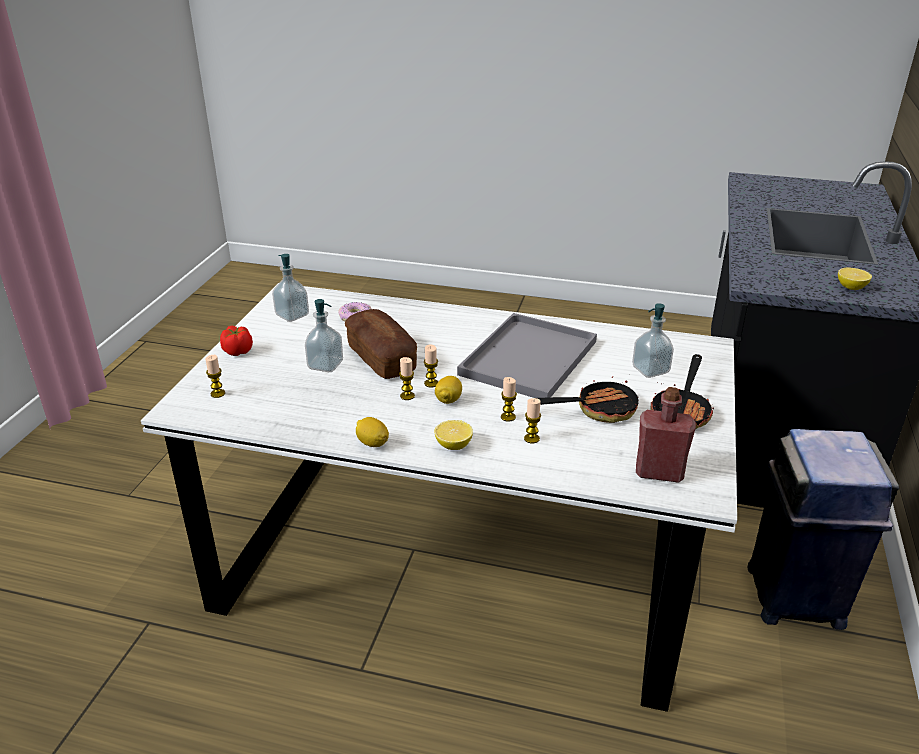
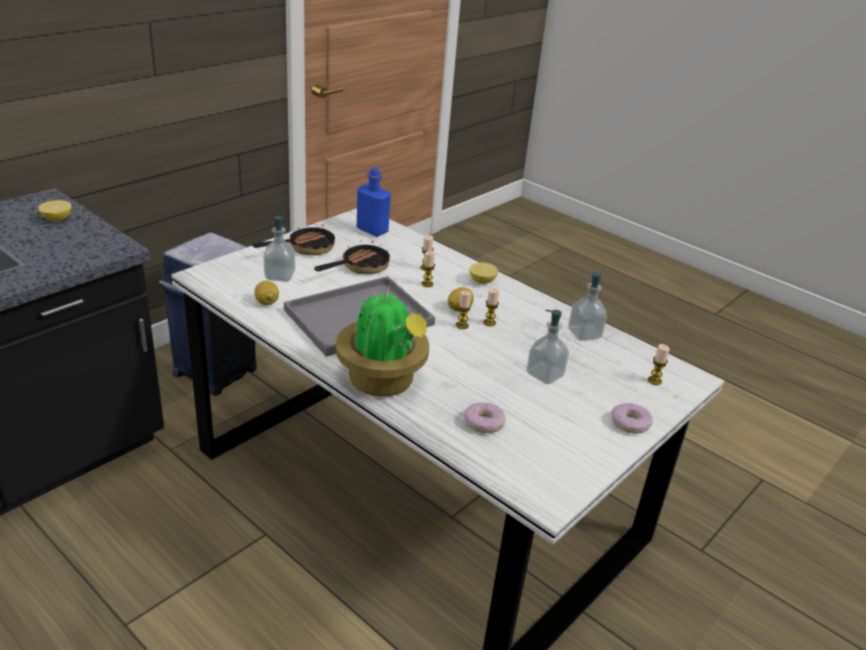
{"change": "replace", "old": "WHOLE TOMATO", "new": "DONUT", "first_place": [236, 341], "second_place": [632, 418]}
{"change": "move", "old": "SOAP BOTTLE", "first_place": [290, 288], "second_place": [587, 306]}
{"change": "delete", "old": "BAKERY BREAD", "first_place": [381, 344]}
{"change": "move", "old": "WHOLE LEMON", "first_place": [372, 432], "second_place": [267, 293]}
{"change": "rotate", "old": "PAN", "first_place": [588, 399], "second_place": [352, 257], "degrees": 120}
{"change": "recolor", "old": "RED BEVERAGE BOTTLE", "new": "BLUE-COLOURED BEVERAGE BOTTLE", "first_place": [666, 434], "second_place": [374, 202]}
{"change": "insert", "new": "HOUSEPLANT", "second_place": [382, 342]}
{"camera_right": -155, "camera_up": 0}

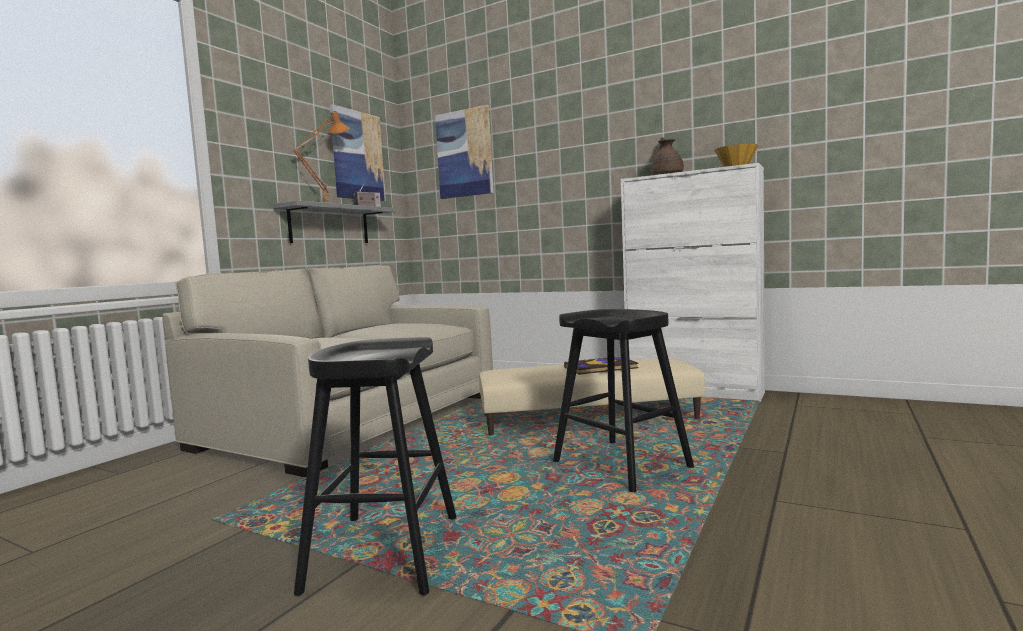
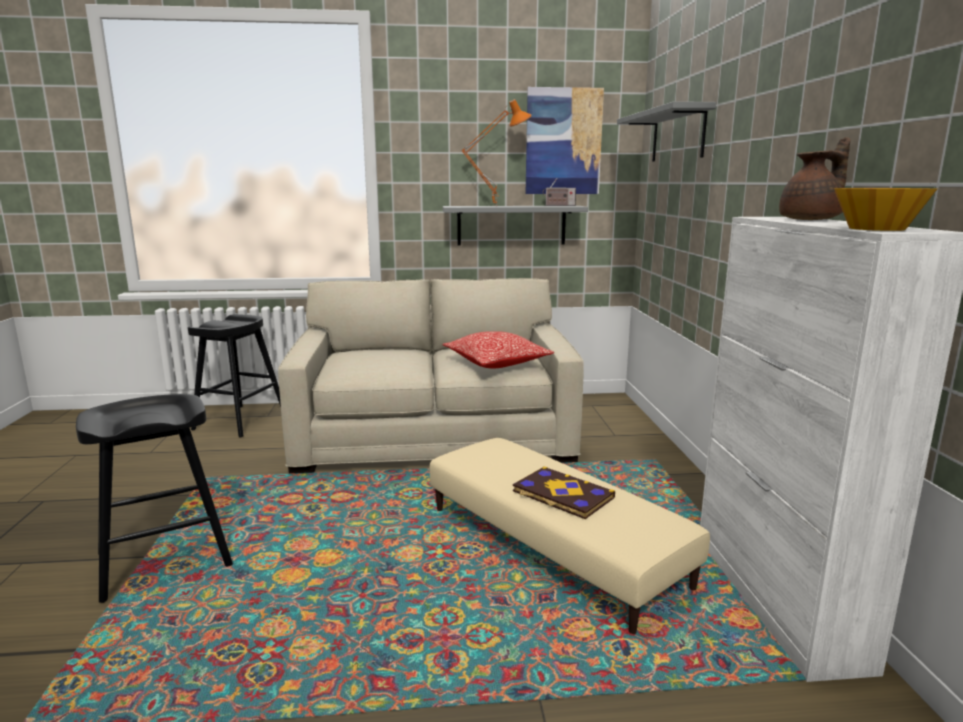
{"change": "replace", "old": "WALL PICTURE", "new": "GREY SHELF", "first_place": [464, 152], "second_place": [666, 131]}
{"change": "move", "old": "BLACKISH STOOL", "first_place": [623, 400], "second_place": [234, 376]}
{"change": "insert", "new": "THROW PILLOW", "second_place": [498, 349]}
{"camera_right": 55, "camera_up": 10}

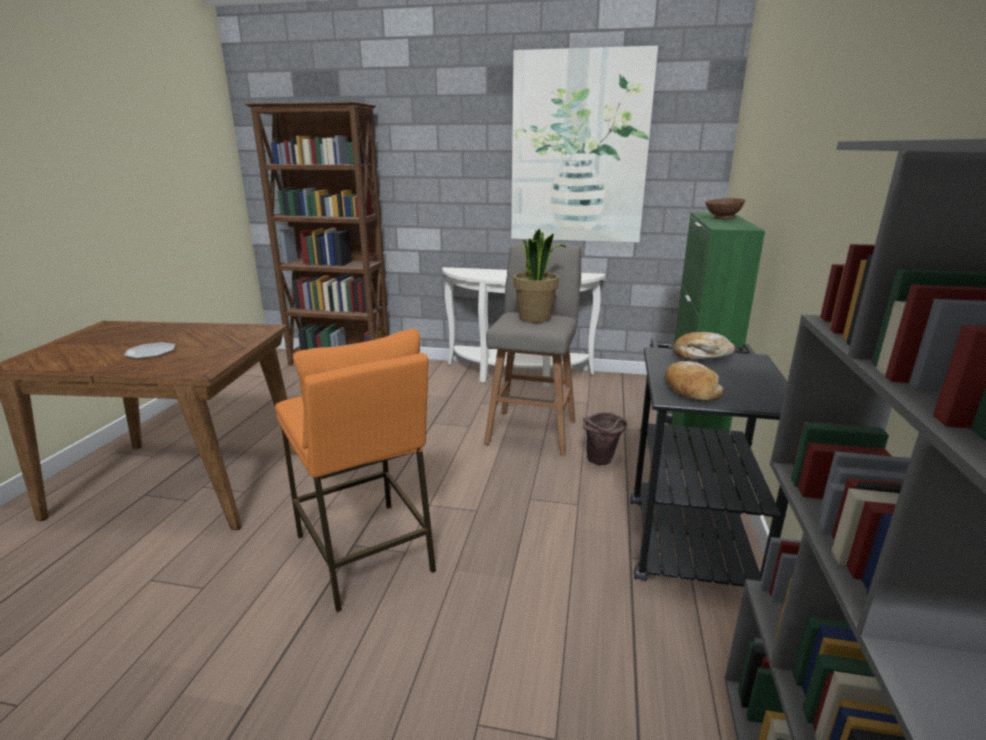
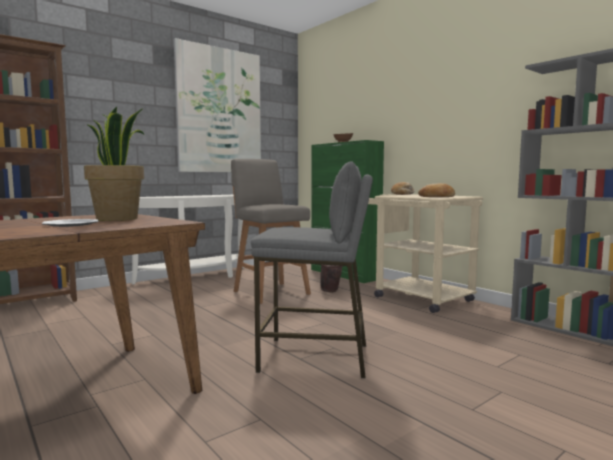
{"change": "recolor", "old": "ORANGEY STOOL", "new": "GREY STOOL", "first_place": [355, 471], "second_place": [312, 269]}
{"change": "move", "old": "HOUSEPLANT", "first_place": [540, 275], "second_place": [114, 164]}
{"change": "recolor", "old": "BLACKISH TROLLEY", "new": "BEIGE TROLLEY", "first_place": [709, 462], "second_place": [425, 253]}
{"camera_right": -50, "camera_up": -15}

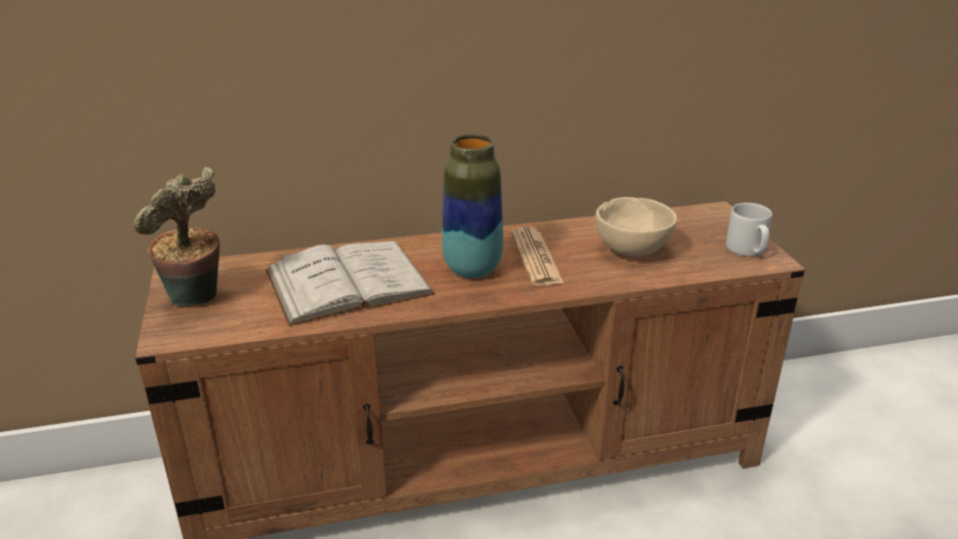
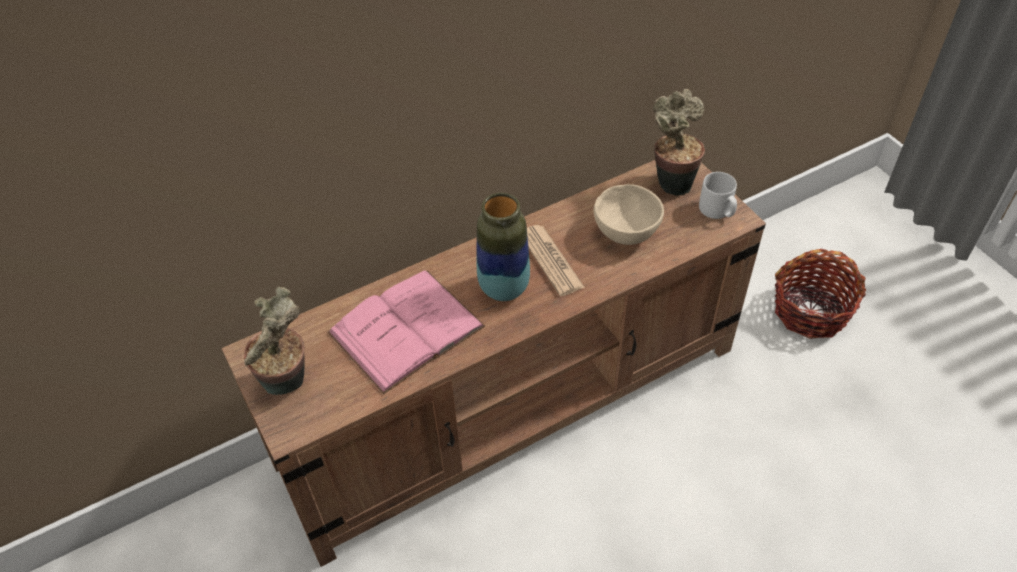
{"change": "recolor", "old": "WHITE-COLOURED BOUND BOOK", "new": "PINKISH BOUND BOOK", "first_place": [350, 283], "second_place": [406, 332]}
{"change": "insert", "new": "HOUSEPLANT", "second_place": [679, 142]}
{"change": "insert", "new": "BASKET", "second_place": [820, 294]}
{"camera_right": -15, "camera_up": 20}

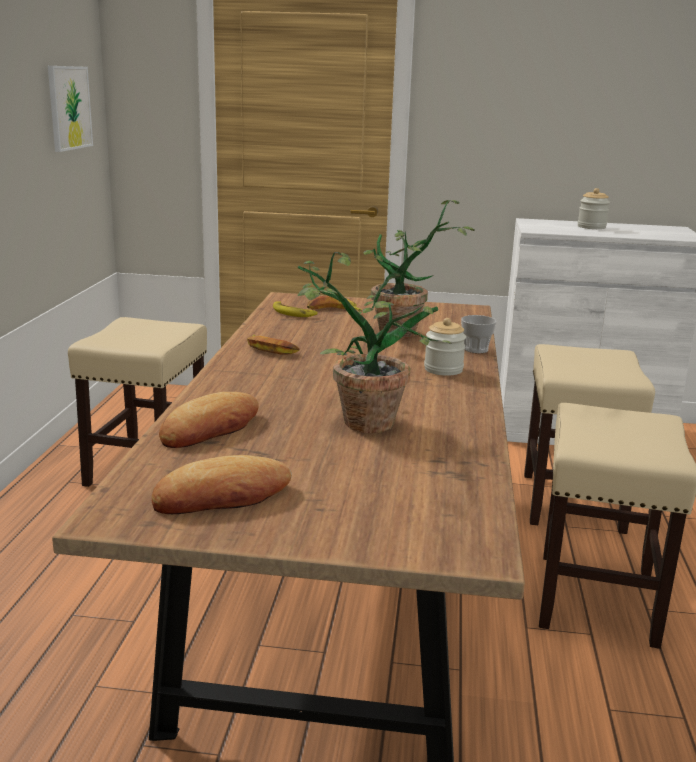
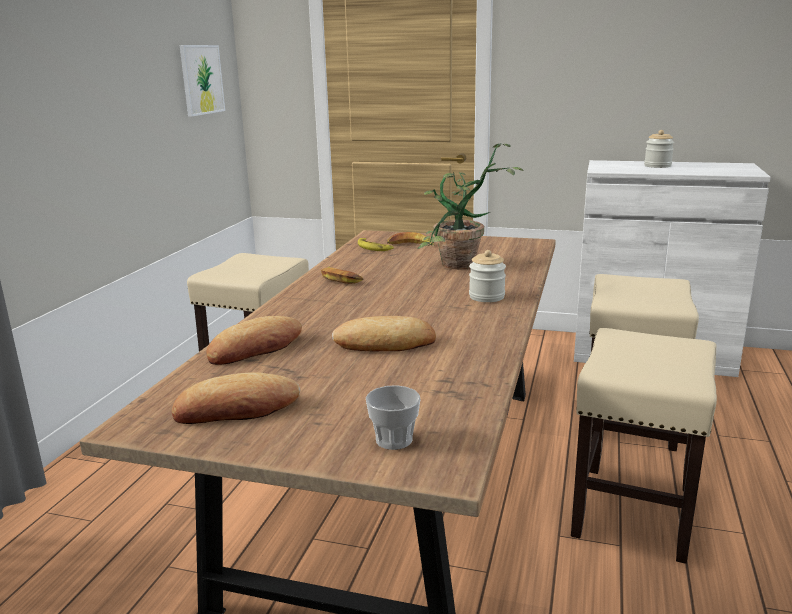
{"change": "replace", "old": "HOUSEPLANT", "new": "BAKERY BREAD", "first_place": [375, 342], "second_place": [384, 333]}
{"change": "move", "old": "CUP", "first_place": [479, 334], "second_place": [393, 417]}
{"camera_right": 10, "camera_up": 0}

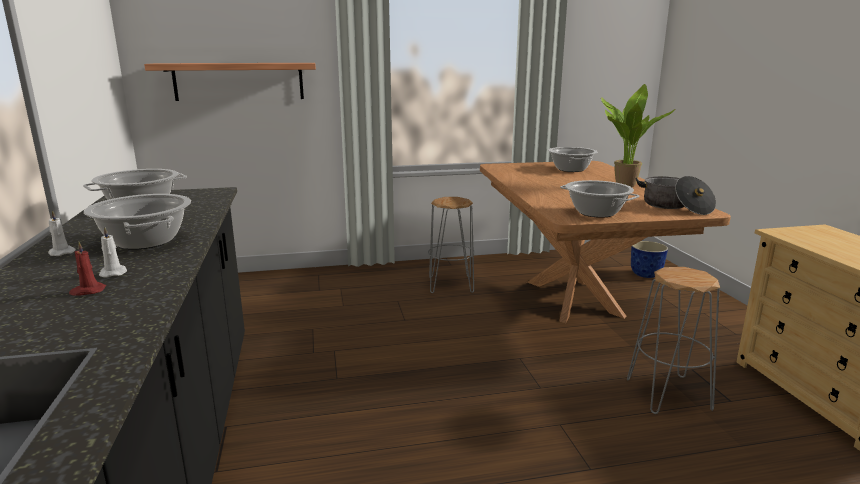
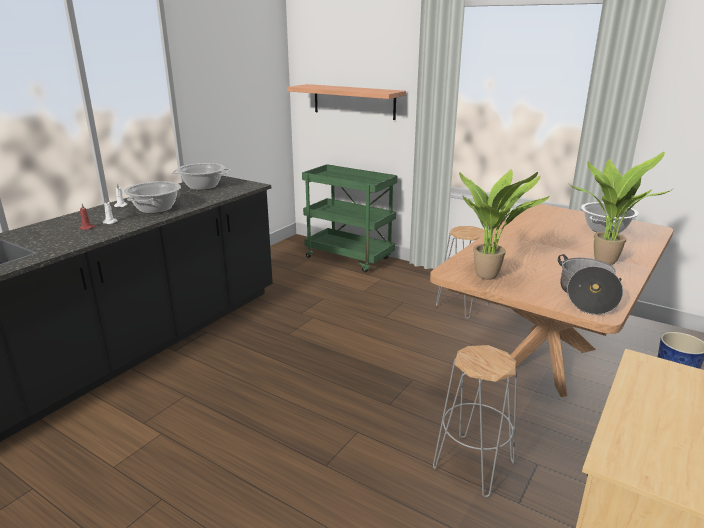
{"change": "replace", "old": "COOKING POT", "new": "HOUSEPLANT", "first_place": [600, 199], "second_place": [504, 224]}
{"change": "insert", "new": "GREEN-COLOURED TROLLEY", "second_place": [349, 218]}
{"camera_right": 45, "camera_up": 5}

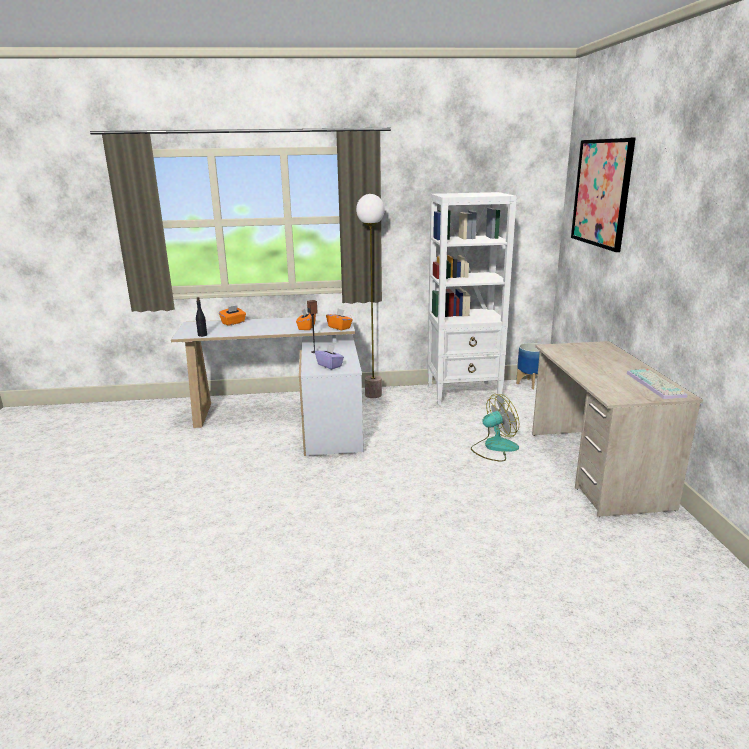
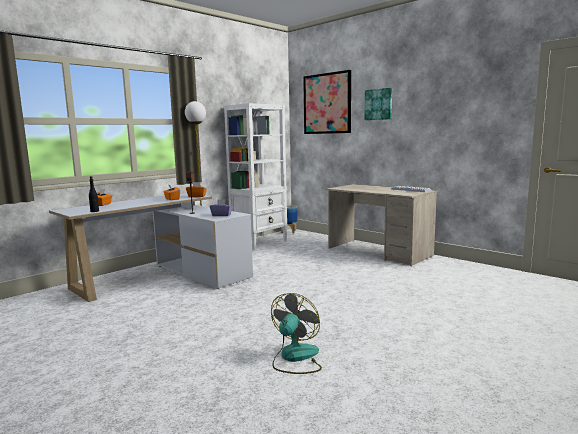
{"change": "move", "old": "ELECTRIC FAN", "first_place": [495, 428], "second_place": [296, 333]}
{"change": "insert", "new": "WALL PICTURE", "second_place": [378, 104]}
{"camera_right": -40, "camera_up": -10}

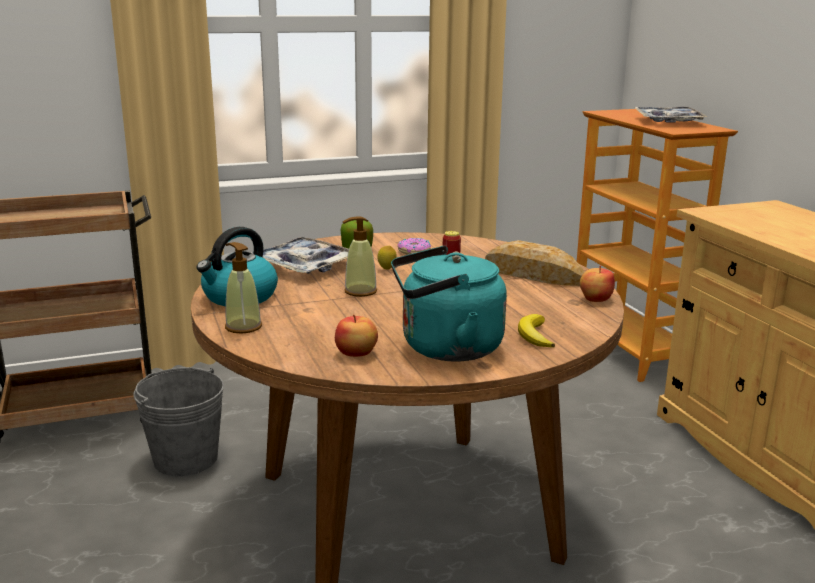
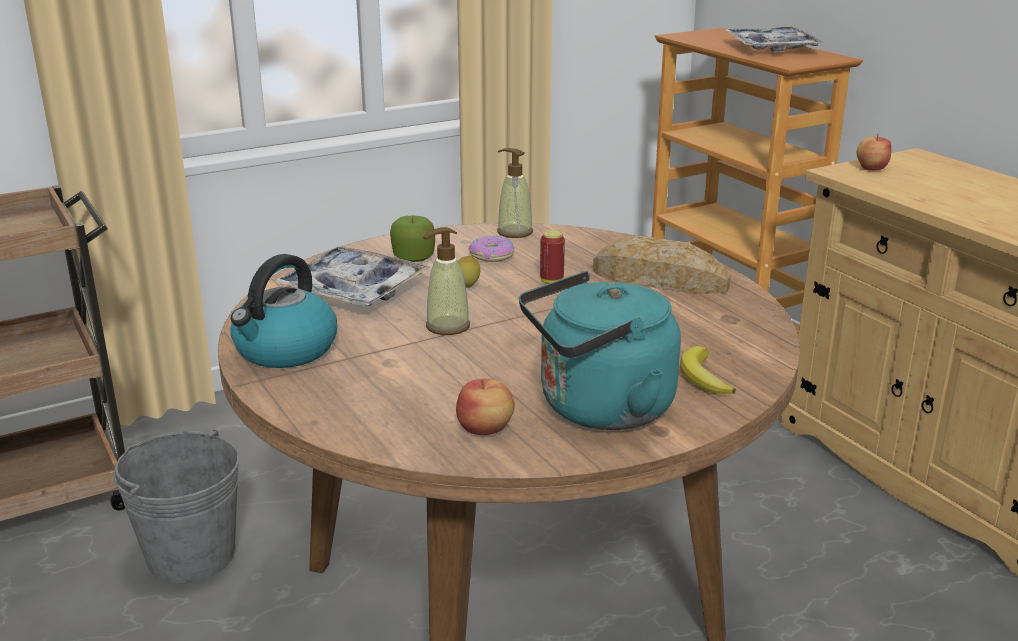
{"change": "move", "old": "SOAP BOTTLE", "first_place": [243, 287], "second_place": [515, 193]}
{"change": "move", "old": "APPLE FRUIT", "first_place": [597, 283], "second_place": [873, 152]}
{"camera_right": -10, "camera_up": 5}

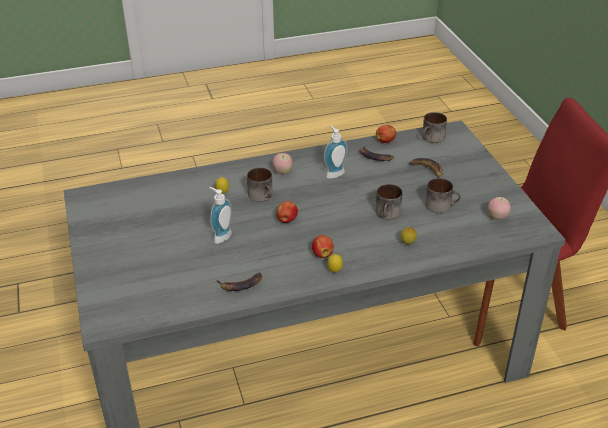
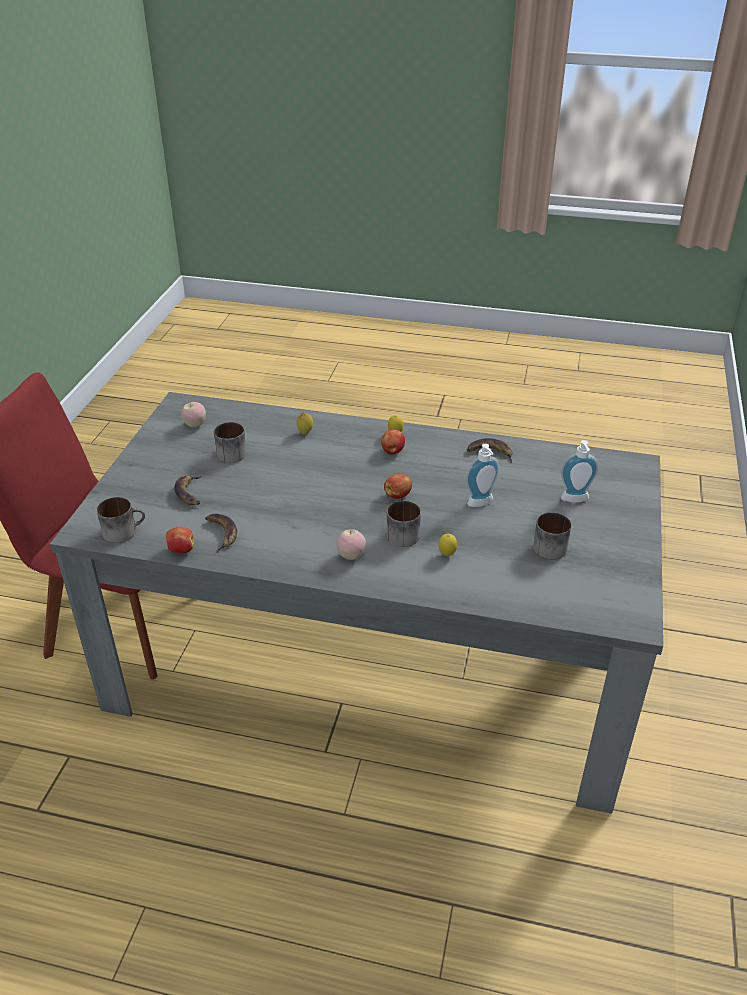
{"change": "move", "old": "SOAP BOTTLE", "first_place": [336, 152], "second_place": [579, 471]}
{"change": "move", "old": "TEA MUG", "first_place": [389, 201], "second_place": [552, 535]}
{"camera_right": -150, "camera_up": 0}

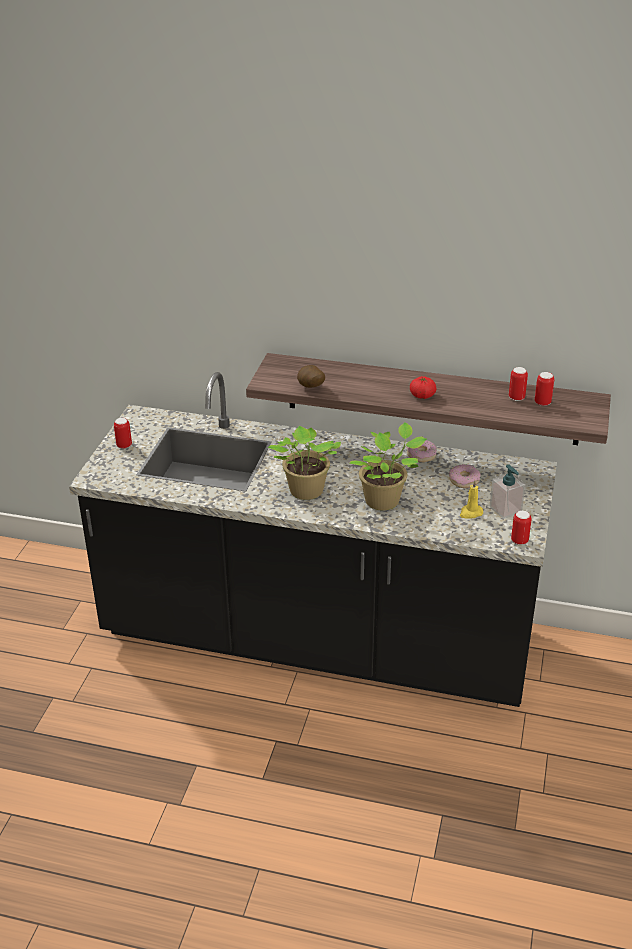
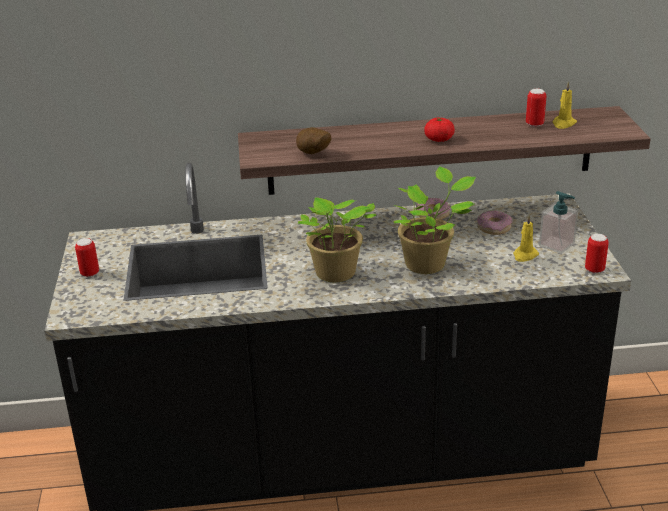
{"change": "replace", "old": "CAN", "new": "YELLOWISH WAX CANDLE", "first_place": [544, 389], "second_place": [565, 105]}
{"camera_right": -20, "camera_up": -5}

